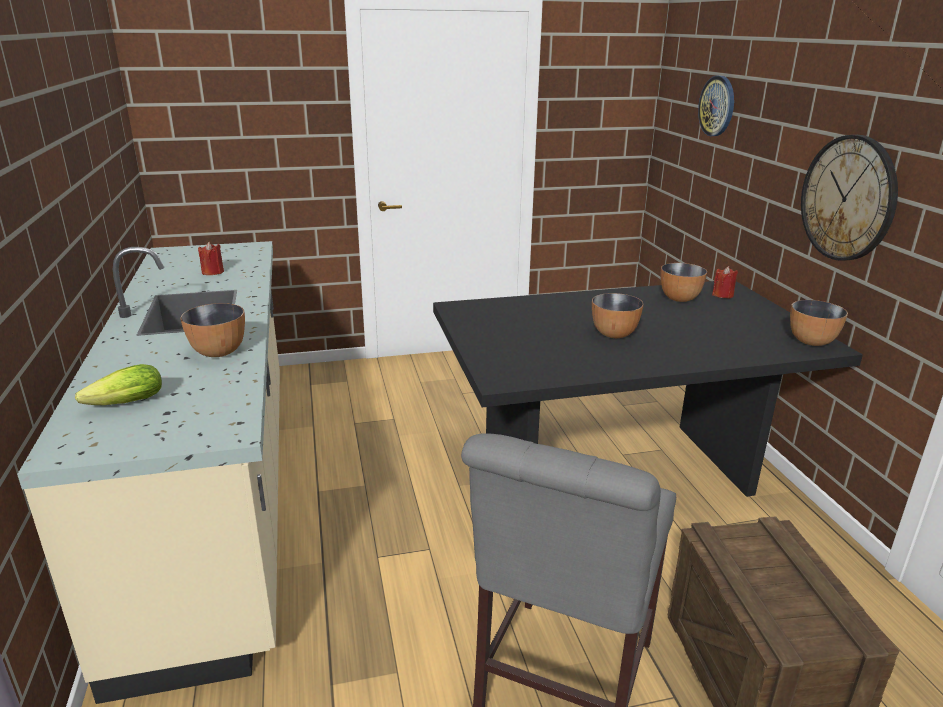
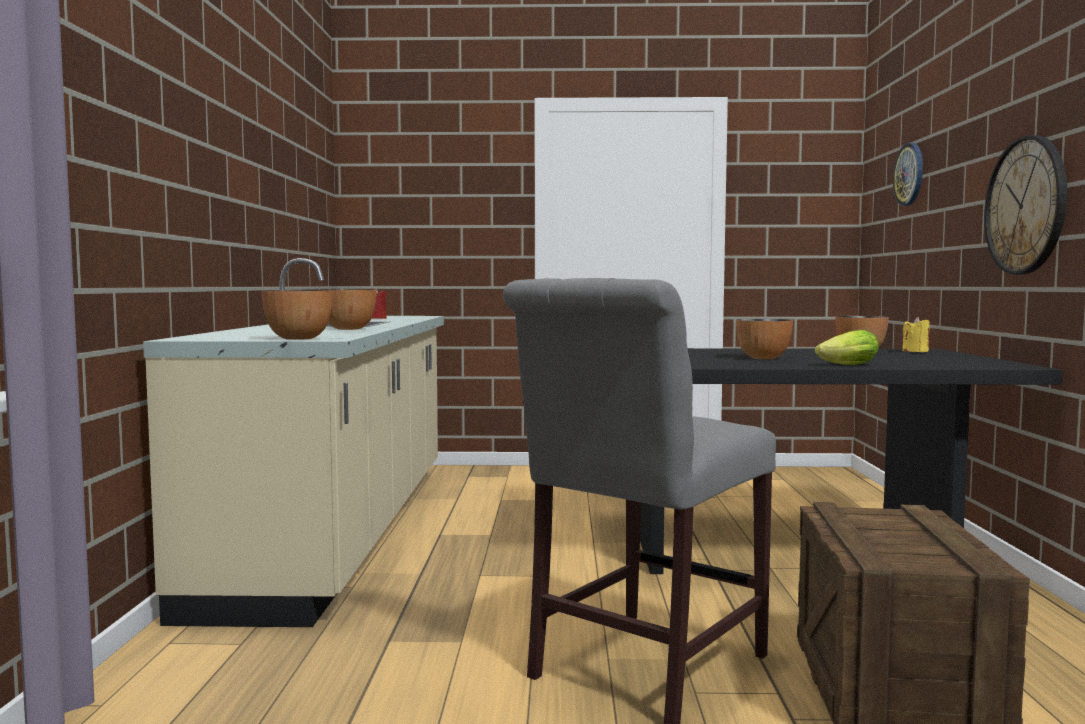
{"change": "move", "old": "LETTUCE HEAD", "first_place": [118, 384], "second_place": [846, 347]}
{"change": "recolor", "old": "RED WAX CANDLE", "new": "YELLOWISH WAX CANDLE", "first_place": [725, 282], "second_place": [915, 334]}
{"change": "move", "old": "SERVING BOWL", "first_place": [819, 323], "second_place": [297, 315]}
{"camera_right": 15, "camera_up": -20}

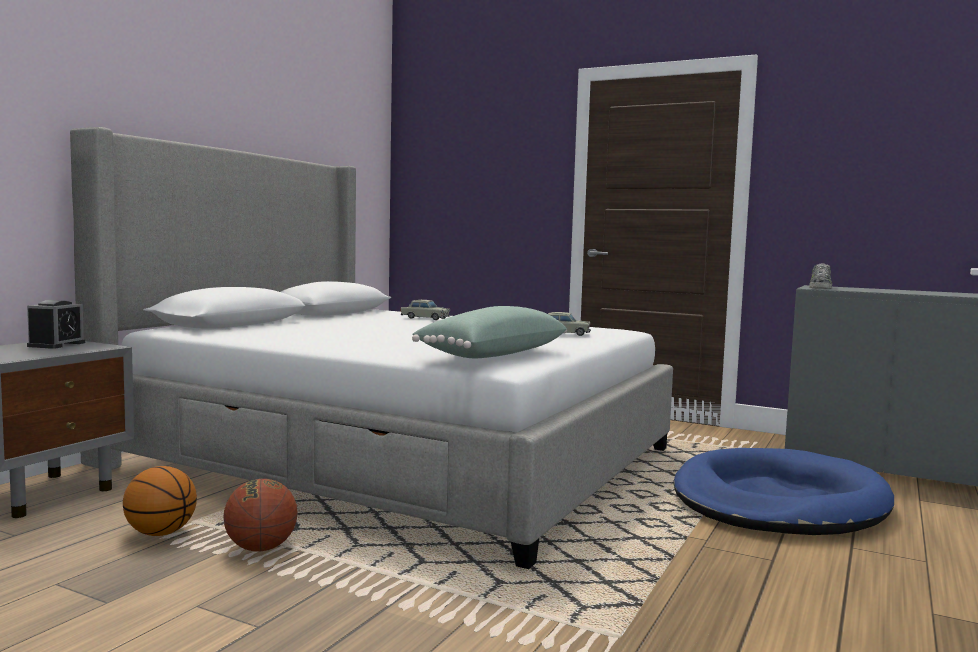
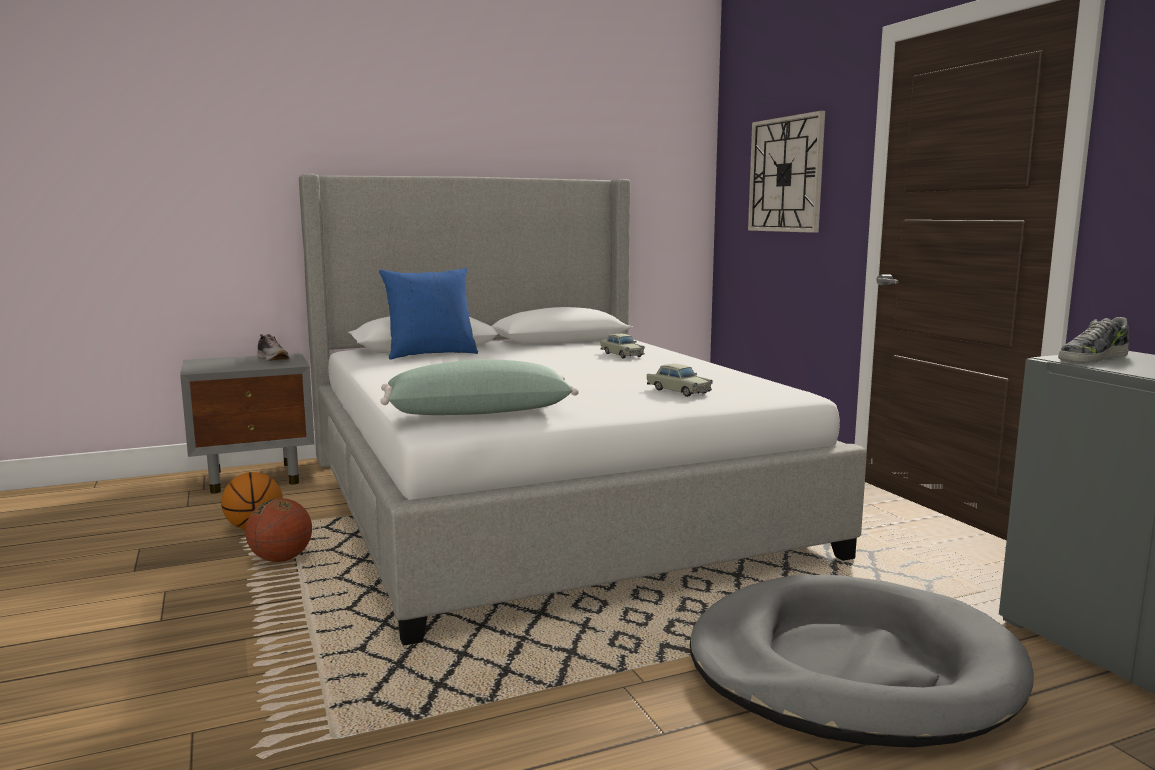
{"change": "replace", "old": "ALARM CLOCK", "new": "ITEM OF FOOTWEAR", "first_place": [56, 324], "second_place": [273, 347]}
{"change": "recolor", "old": "BLUE-COLOURED DOG BED", "new": "GREY DOG BED", "first_place": [783, 491], "second_place": [862, 661]}
{"change": "insert", "new": "BLUE-COLOURED THROW PILLOW", "second_place": [428, 314]}
{"change": "insert", "new": "CLOCK ON THE WALL", "second_place": [786, 172]}
{"camera_right": 40, "camera_up": 5}

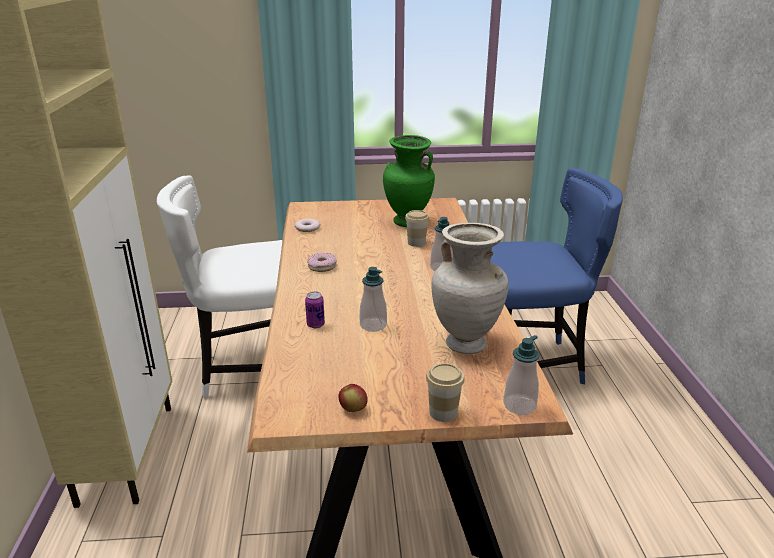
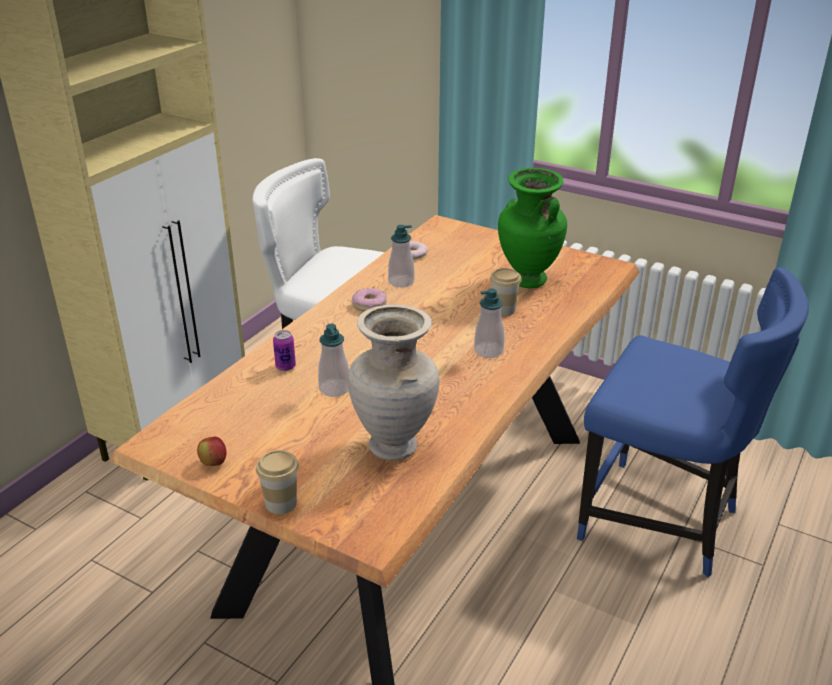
{"change": "move", "old": "SOAP BOTTLE", "first_place": [521, 375], "second_place": [401, 256]}
{"camera_right": 35, "camera_up": 5}

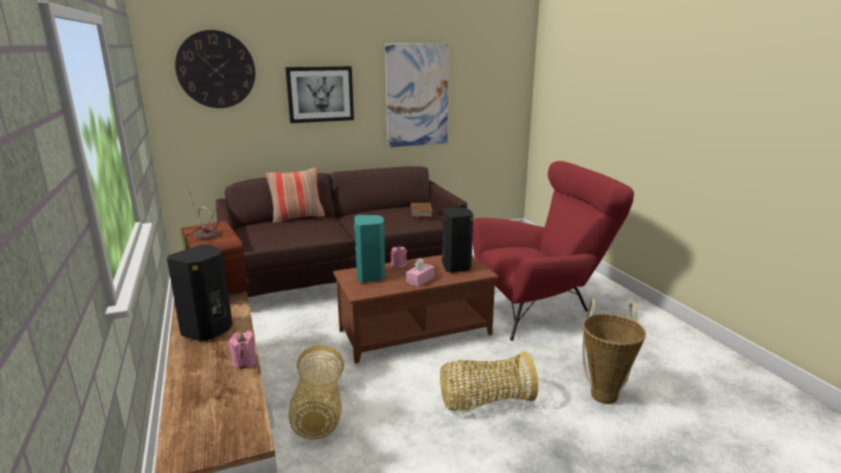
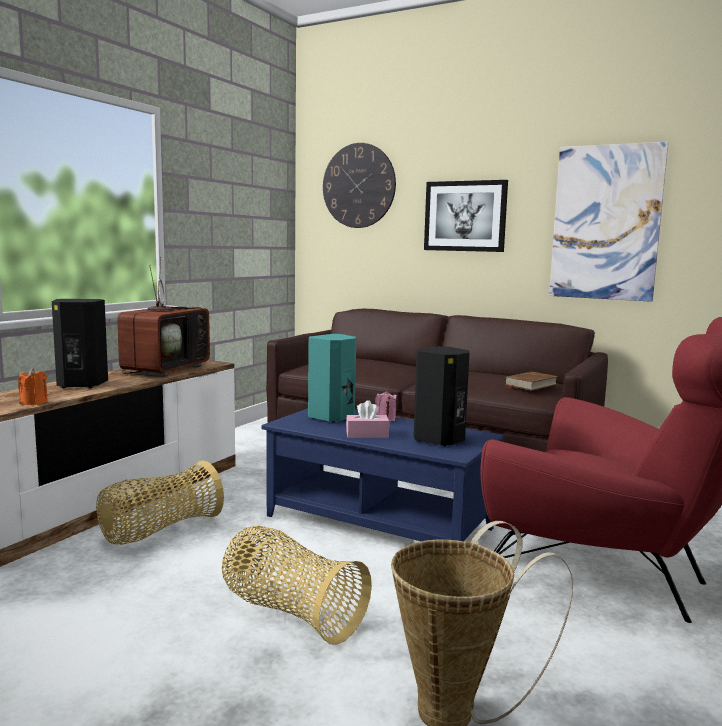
{"change": "recolor", "old": "PINKISH WAX CANDLE", "new": "ORANGEY WAX CANDLE", "first_place": [243, 350], "second_place": [32, 386]}
{"change": "delete", "old": "THROW PILLOW", "first_place": [295, 195]}
{"change": "recolor", "old": "BROWN-COLOURED COFFEE TABLE", "new": "BLUE-COLOURED COFFEE TABLE", "first_place": [416, 309], "second_place": [382, 474]}
{"camera_right": 50, "camera_up": -10}

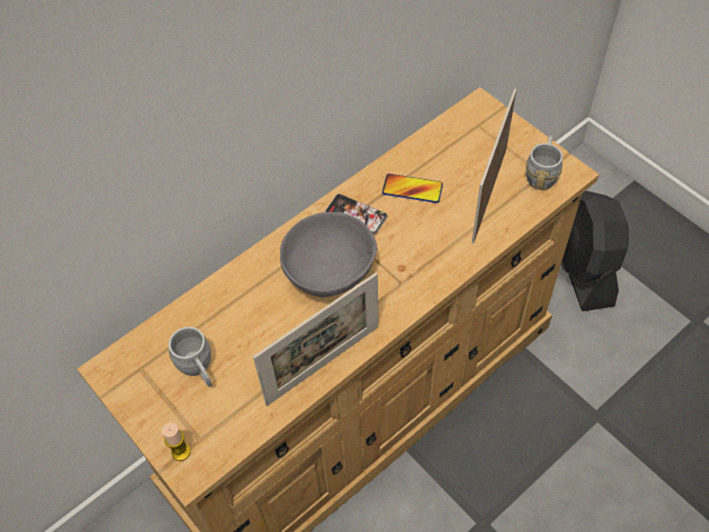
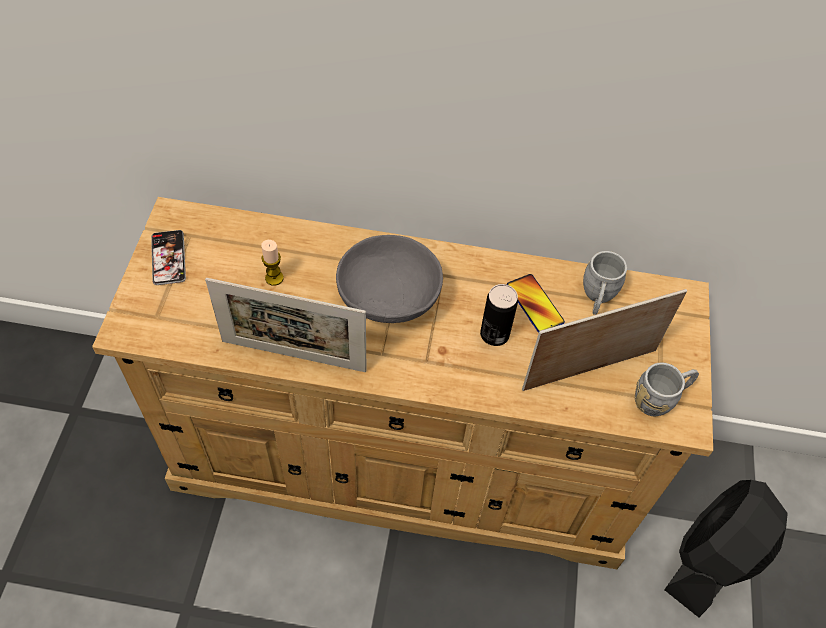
{"change": "move", "old": "WAX CANDLE", "first_place": [176, 442], "second_place": [272, 263]}
{"change": "move", "old": "GREY TEA MUG", "first_place": [190, 357], "second_place": [605, 283]}
{"change": "move", "old": "PHONE", "first_place": [356, 214], "second_place": [168, 257]}
{"change": "insert", "new": "CAN", "second_place": [499, 315]}
{"camera_right": 45, "camera_up": 0}

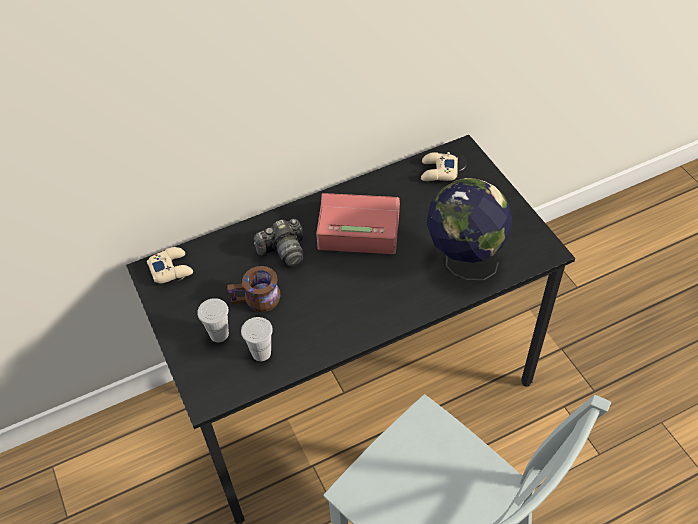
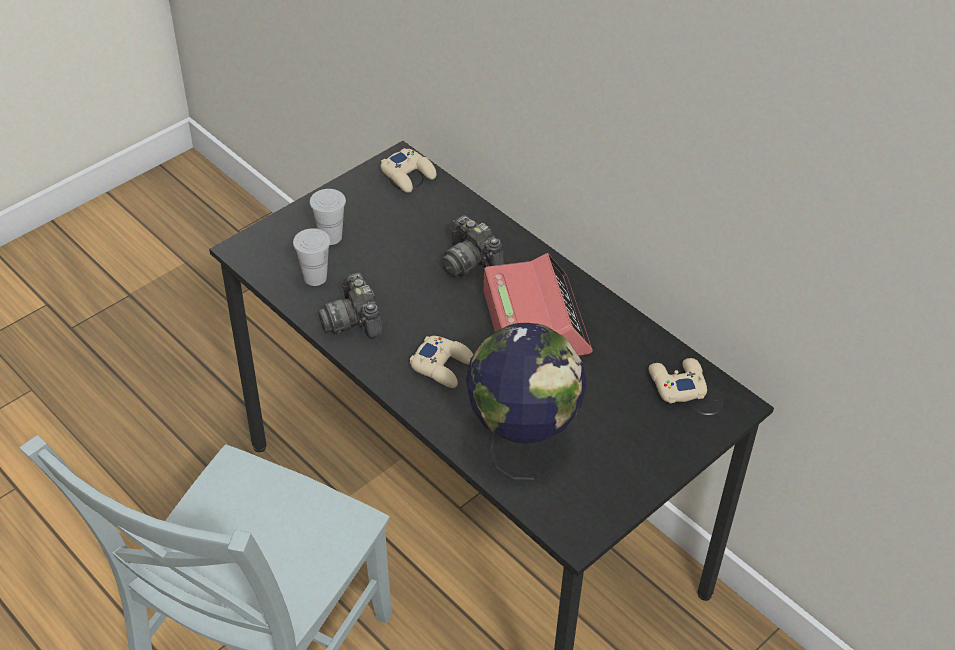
{"change": "delete", "old": "BROWN-COLOURED TEA MUG", "first_place": [253, 289]}
{"change": "insert", "new": "STILL CAMERA", "second_place": [350, 306]}
{"change": "insert", "new": "BEIGE GAMEPAD", "second_place": [441, 362]}
{"camera_right": 70, "camera_up": -5}

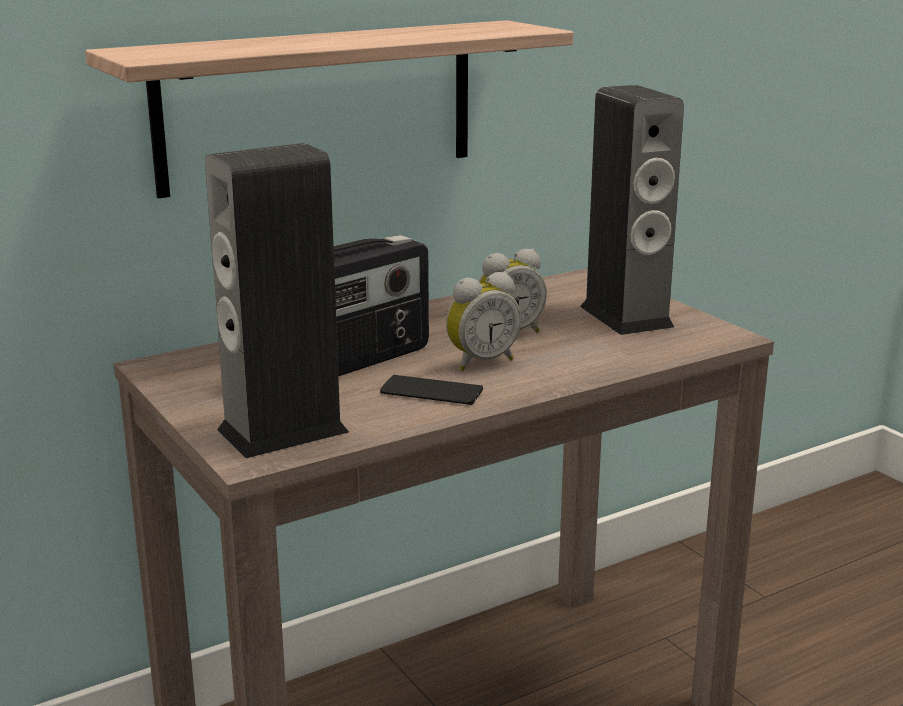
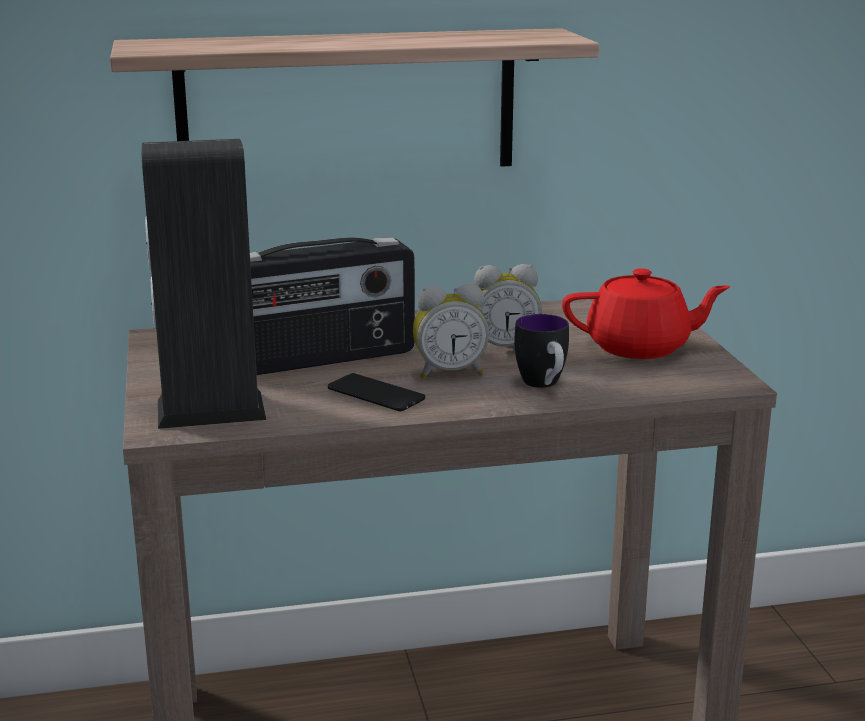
{"change": "replace", "old": "SPEAKER", "new": "RED TEA POT", "first_place": [632, 210], "second_place": [646, 313]}
{"change": "insert", "new": "TEA MUG", "second_place": [542, 351]}
{"camera_right": 20, "camera_up": 0}

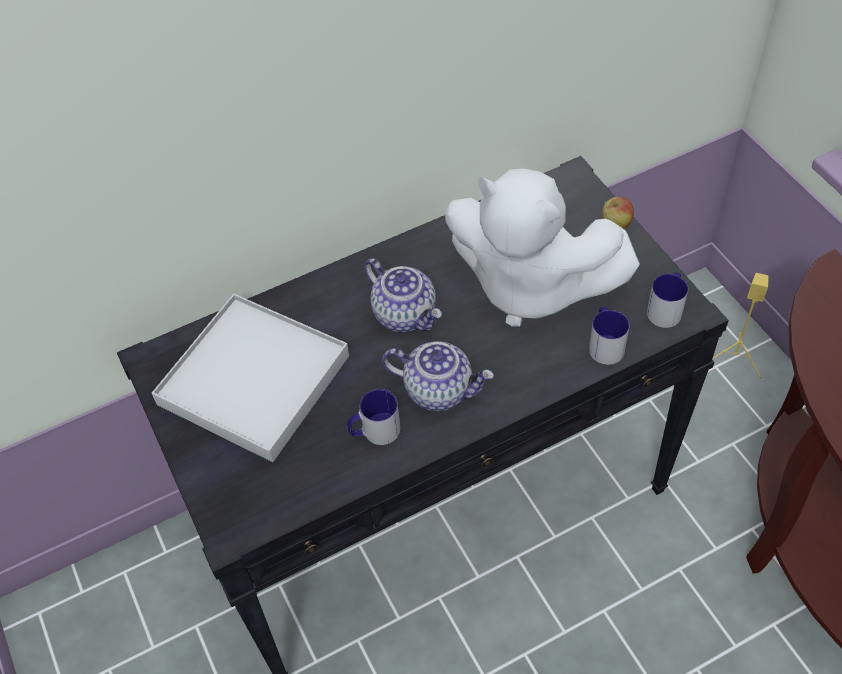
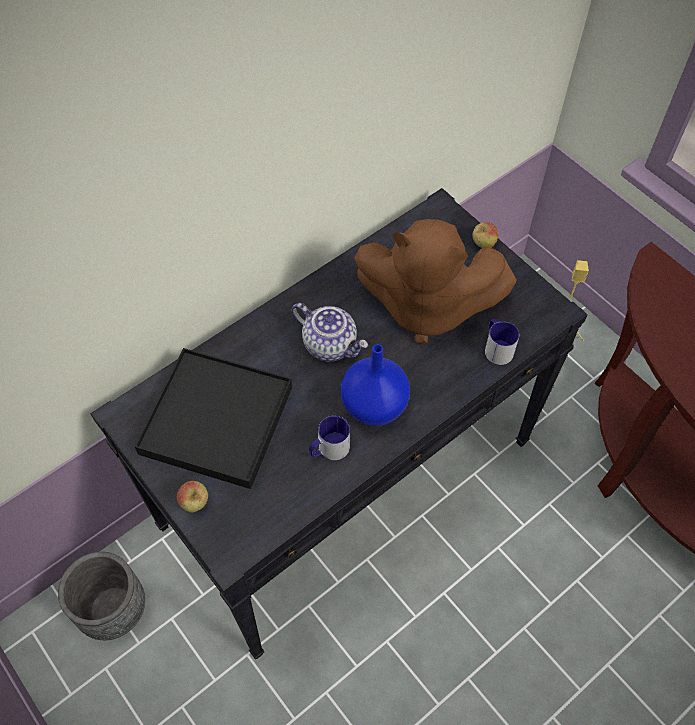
{"change": "recolor", "old": "WHITE-COLOURED TRAY", "new": "BLACKISH TRAY", "first_place": [250, 378], "second_place": [213, 418]}
{"change": "replace", "old": "TEA POT", "new": "BLUE-COLOURED DECORATIVE VASE", "first_place": [438, 376], "second_place": [375, 385]}
{"change": "recolor", "old": "WHITE-COLOURED SOFT TOY", "new": "BROWN-COLOURED SOFT TOY", "first_place": [542, 248], "second_place": [435, 281]}
{"change": "delete", "old": "TEA MUG", "first_place": [667, 300]}
{"change": "insert", "new": "GREY FLOWER POT", "second_place": [101, 596]}
{"change": "insert", "new": "APPLE FRUIT", "second_place": [192, 497]}
{"camera_right": -15, "camera_up": 5}

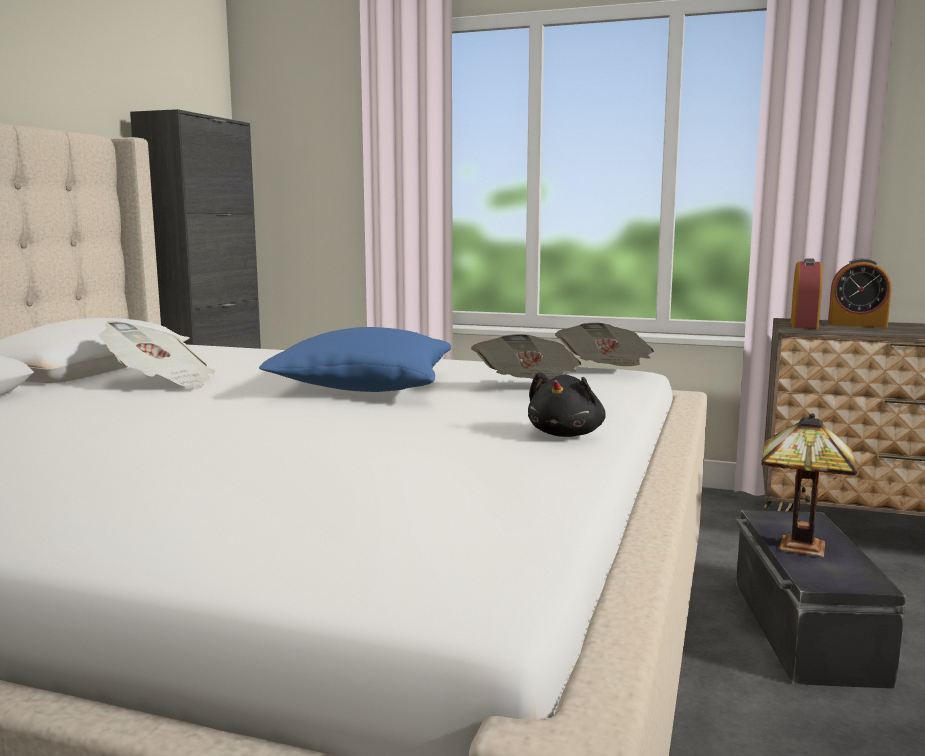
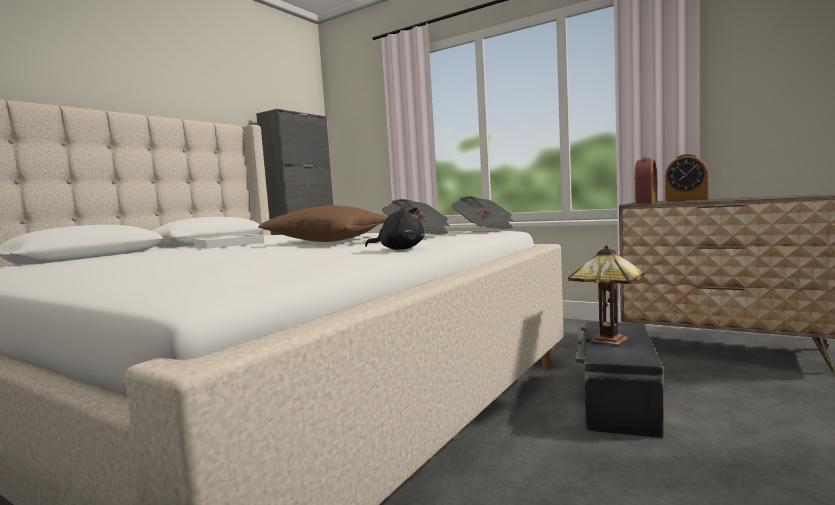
{"change": "replace", "old": "NEWSPAPER", "new": "WHITE-COLOURED TRAY", "first_place": [157, 355], "second_place": [228, 241]}
{"change": "recolor", "old": "BLUE-COLOURED THROW PILLOW", "new": "BROWN-COLOURED THROW PILLOW", "first_place": [355, 359], "second_place": [323, 223]}
{"change": "rotate", "old": "BLACKISH SOFT TOY", "first_place": [567, 404], "second_place": [395, 228], "degrees": -105}
{"camera_right": 15, "camera_up": -5}

